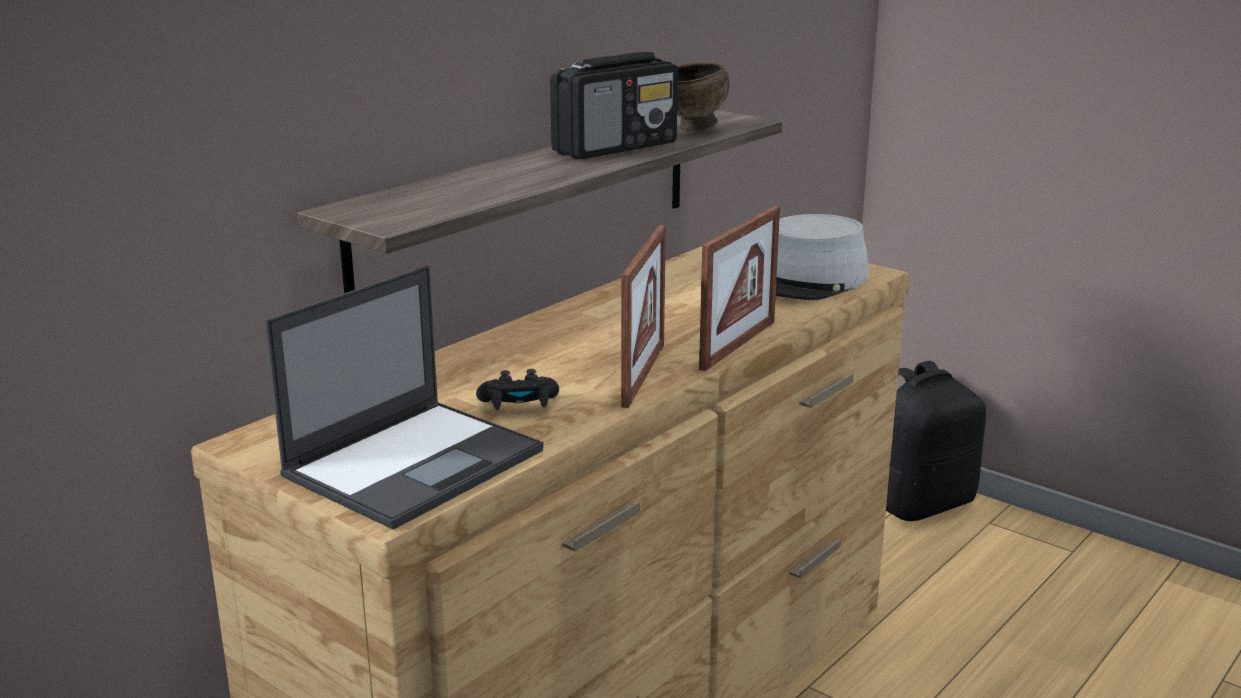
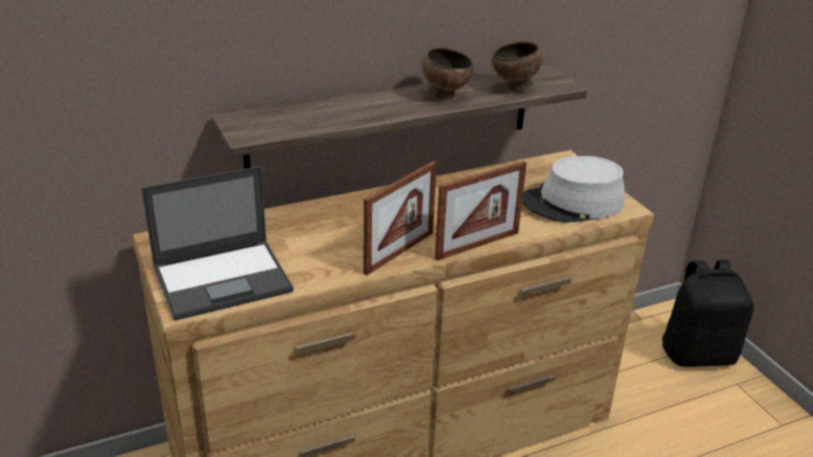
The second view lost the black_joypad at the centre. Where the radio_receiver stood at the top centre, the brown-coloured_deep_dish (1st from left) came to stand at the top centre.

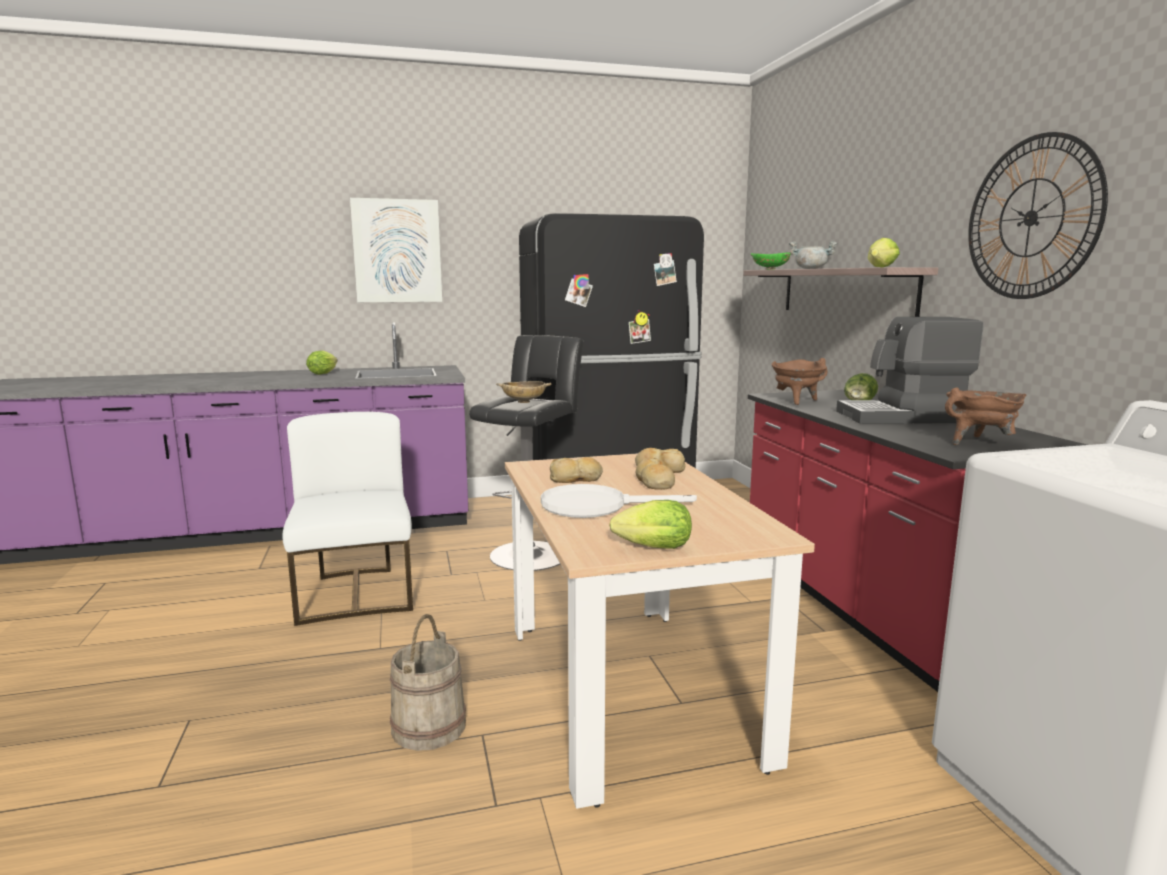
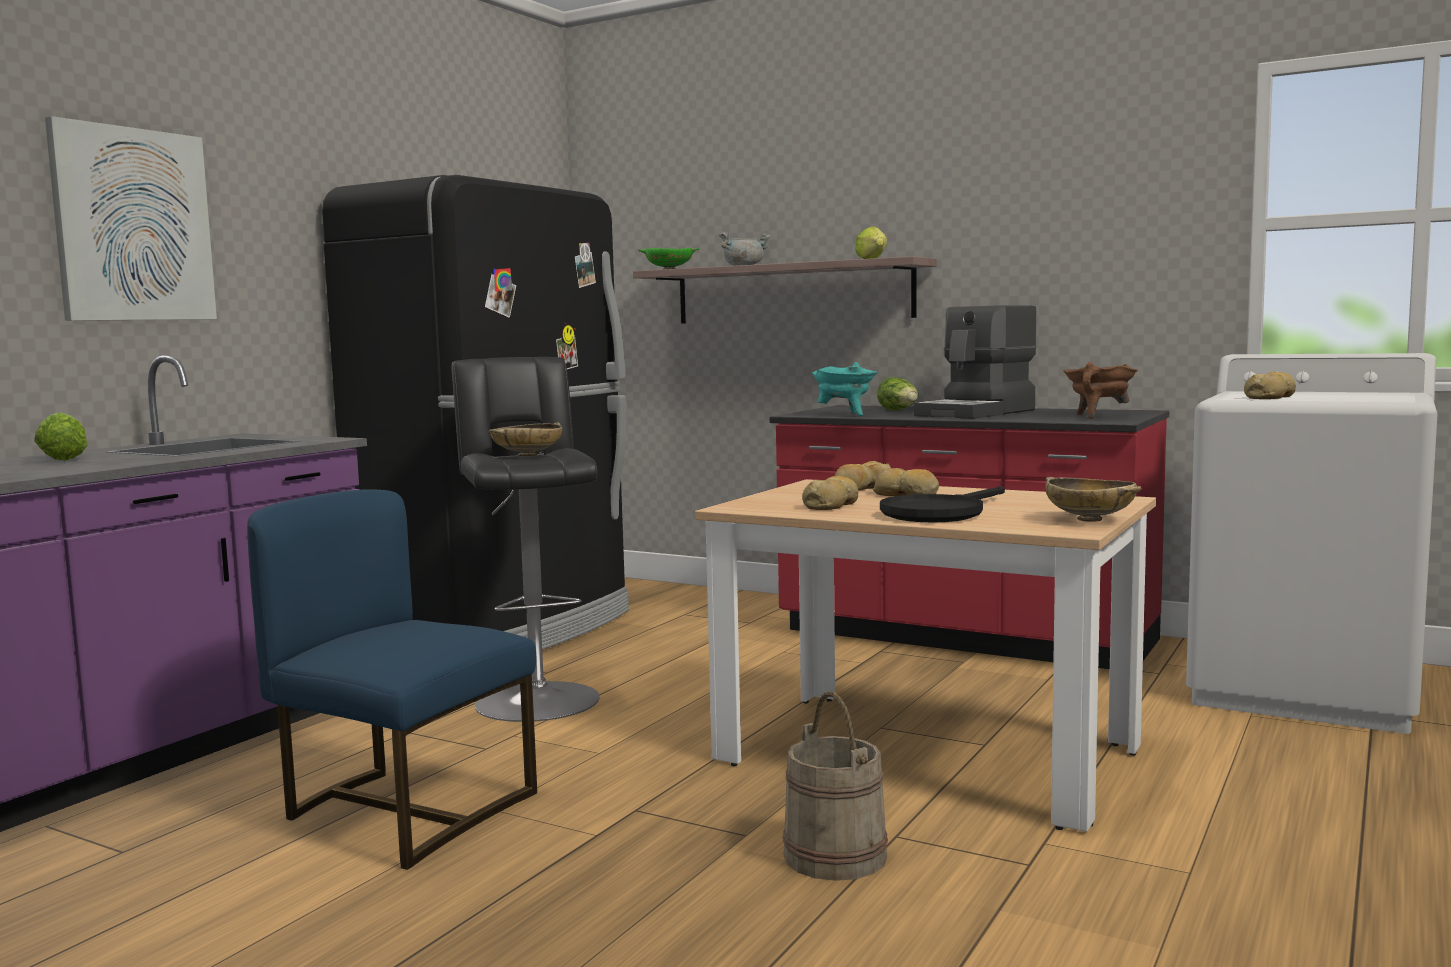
The second view lost the hanging_clock at the top right. The second view gained the baked_bread (4th from left) at the middle right. Where the lettuce (2nd from left) stood at the centre, the beige_deep_dish (2nd from left) came to stand at the middle right. What was the whitish_plain_chair at the middle left turned into the blue_plain_chair at the bottom left. What was the whitish_pan at the centre turned into the black_pan at the centre. What was the brown-coloured_saucepot (1st from left) at the middle right turned into the turquoise-coloured_saucepot at the centre.

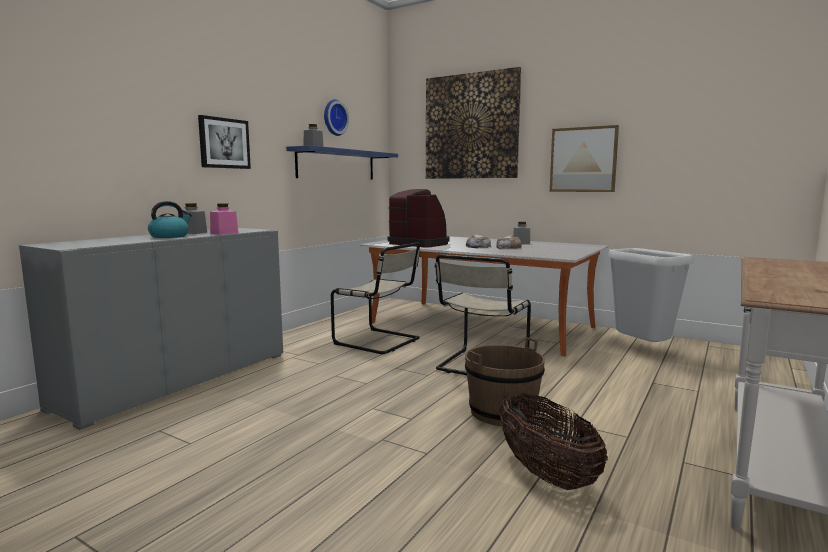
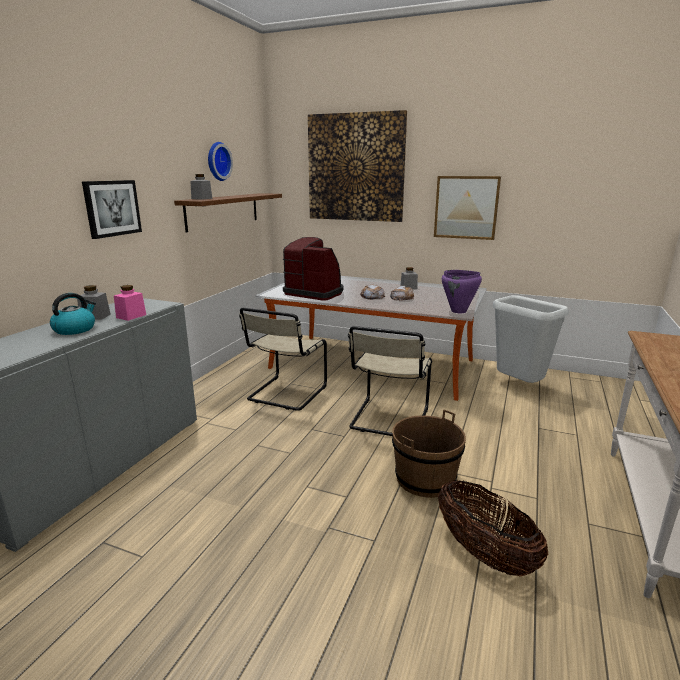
The second view gained the purplish_saucepot at the middle right. What was the blue_wall_shelf at the top centre turned into the brown-coloured_wall_shelf at the top centre. The beige_plain_chair (1st from left) at the centre ended up facing another way, 90 degrees clockwise from before.

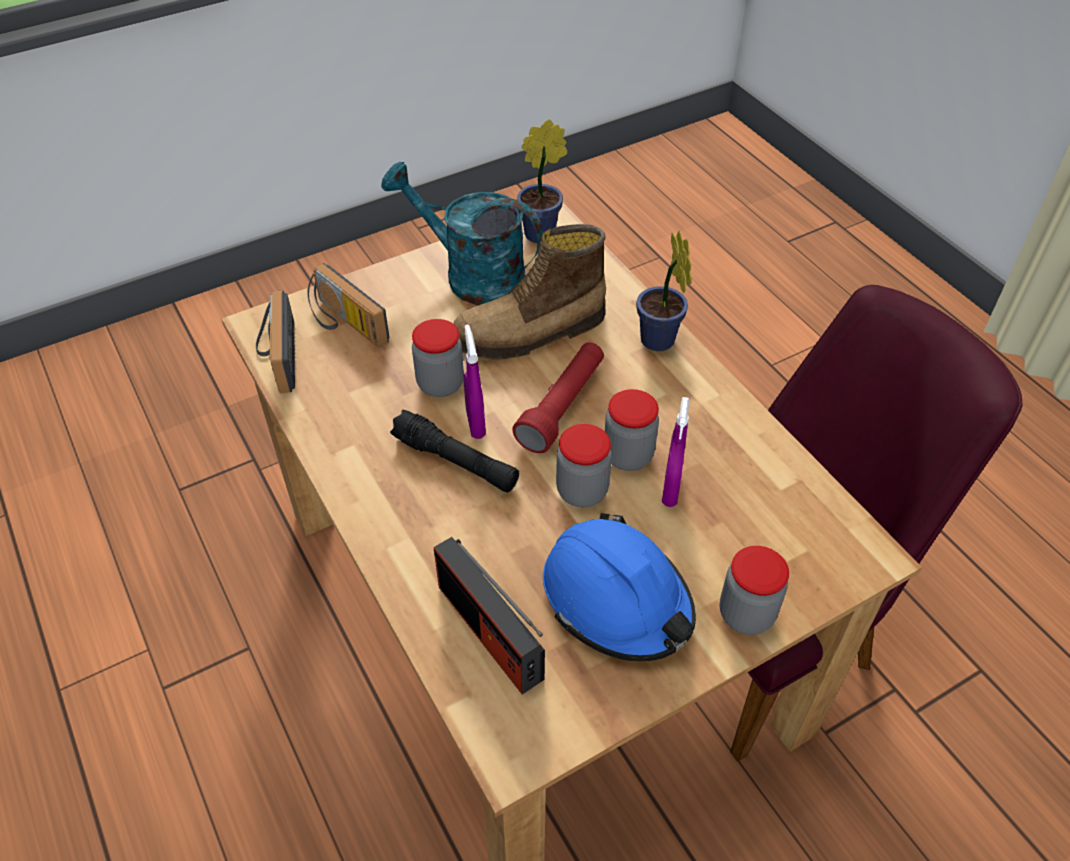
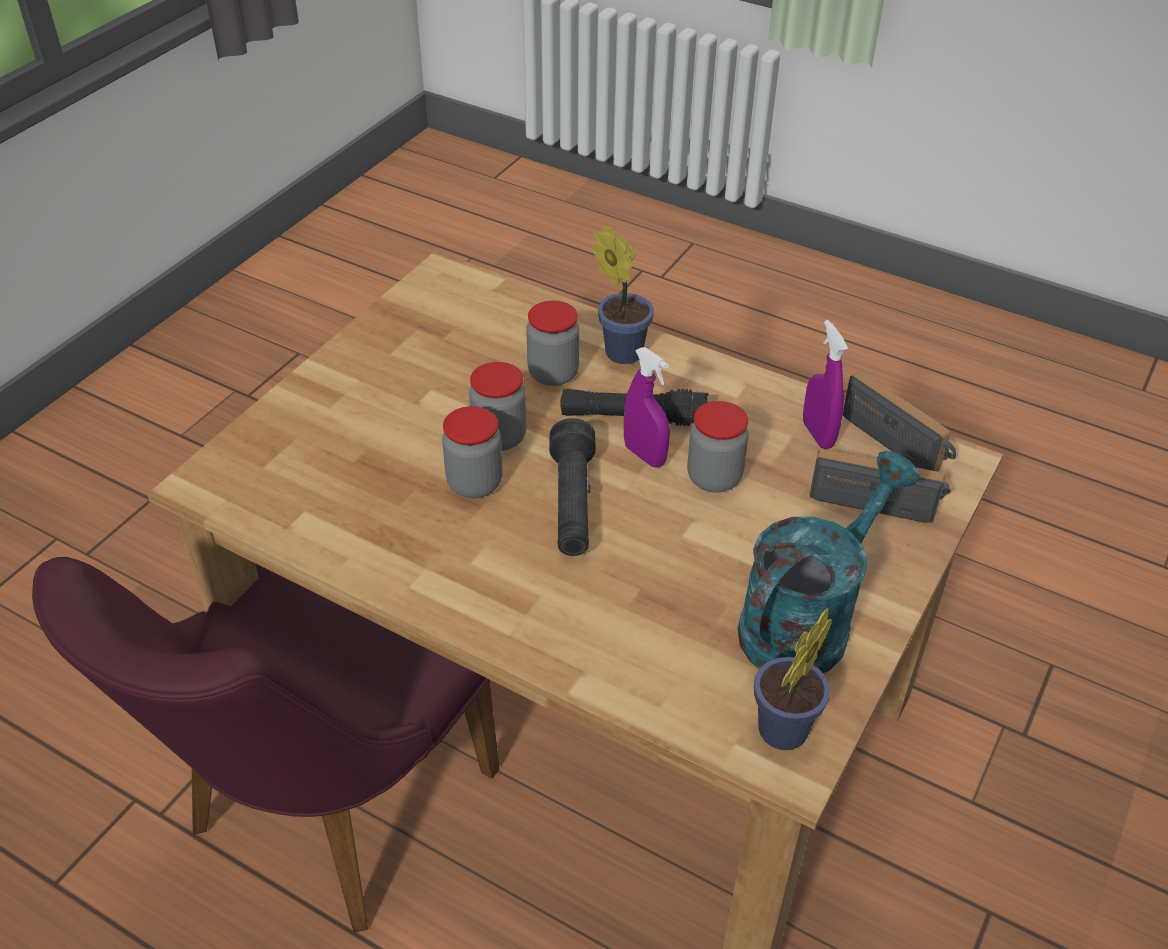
The second view lost the radio_receiver (3rd from left) at the bottom centre. The second view lost the high-top_boot at the centre. The second view lost the blue_hard_hat at the bottom centre. The potted_plant (2nd from left in the first image) ended up elsewhere, having gone from the centre to the top centre. The purplish_spray_bottle (2nd from left) ended up elsewhere, having gone from the centre to the middle right. The jar (4th from left in the first image) ended up elsewhere, having gone from the bottom right to the centre. What was the reddish_flashlight at the centre turned into the black_flashlight (1st from left) at the centre. The turquoise-coloured_sprinkling_can at the top centre ended up facing another way, 45 degrees counterclockwise from before.

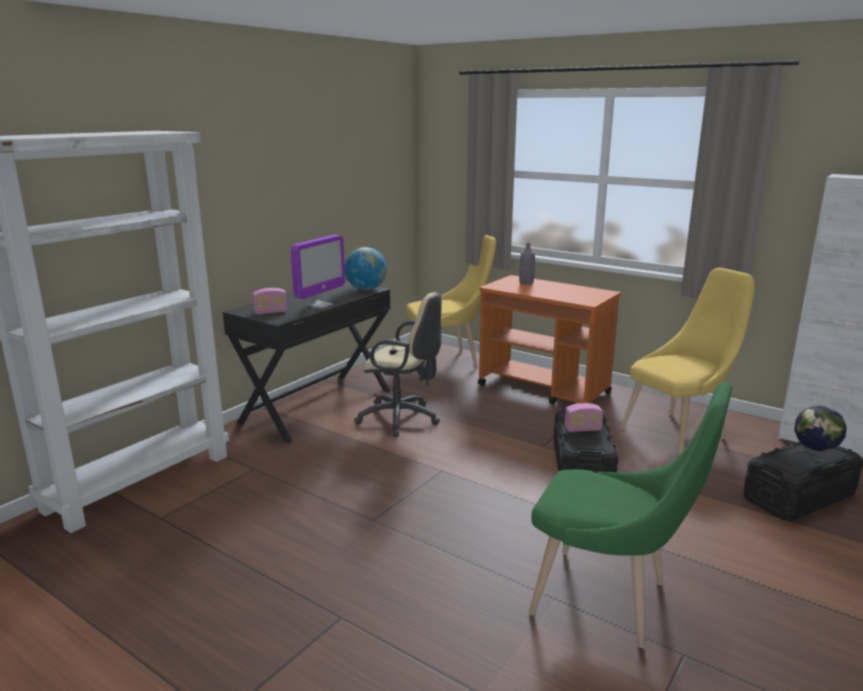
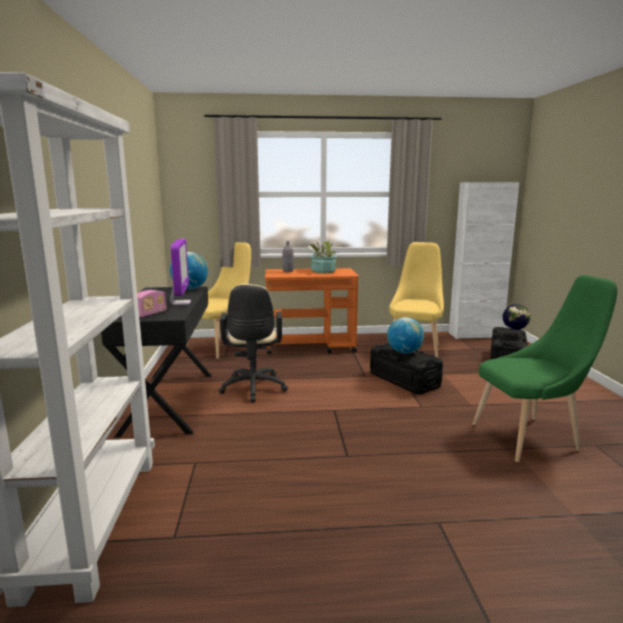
The second view gained the potted_plant at the centre. Where the radio_receiver (2nd from left) stood at the middle right, the globe (2nd from left) came to stand at the centre. The beige_desk_chair at the centre ended up facing another way, 105 degrees clockwise from before.

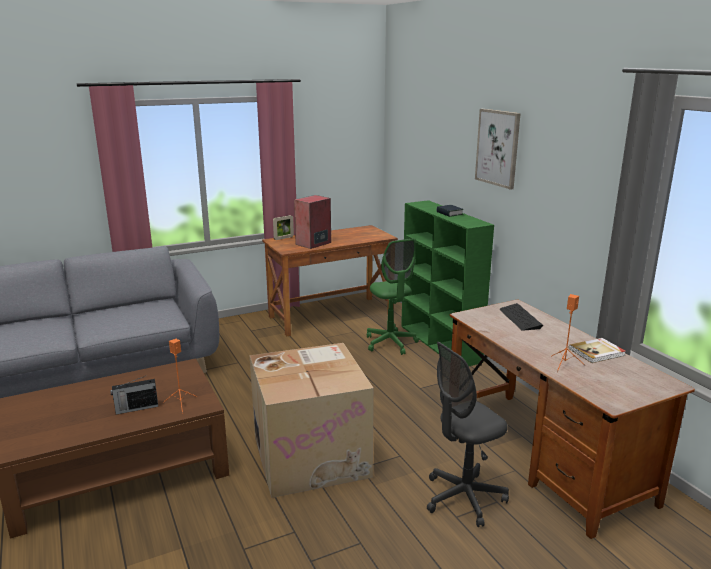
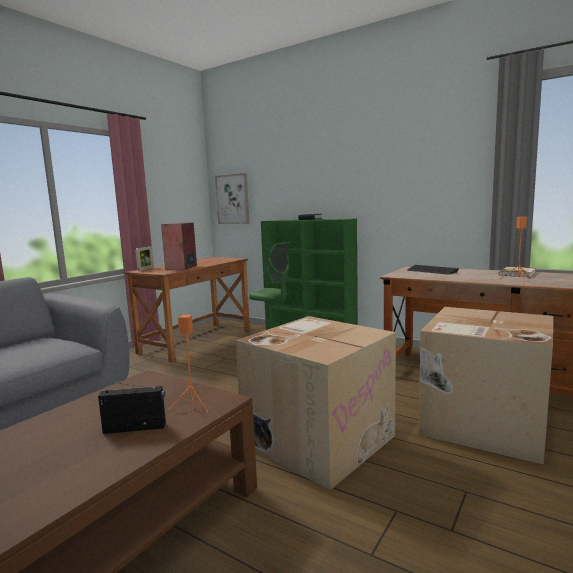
The picture ended up elsewhere, having gone from the top right to the centre. Where the gray_desk_chair stood at the bottom centre, the packing_box (2nd from left) came to stand at the bottom right. The radio_receiver at the bottom left ended up facing another way, 135 degrees counterclockwise from before.

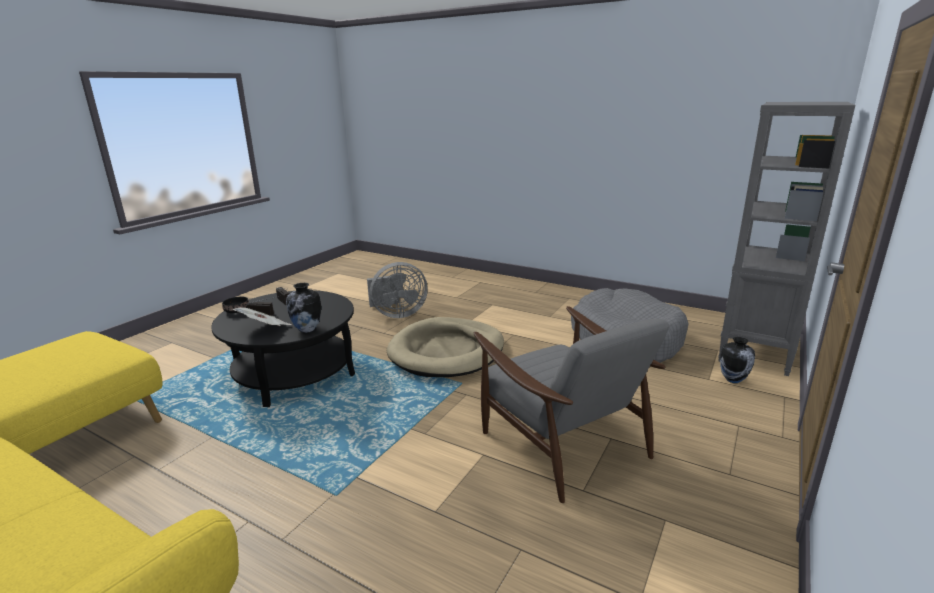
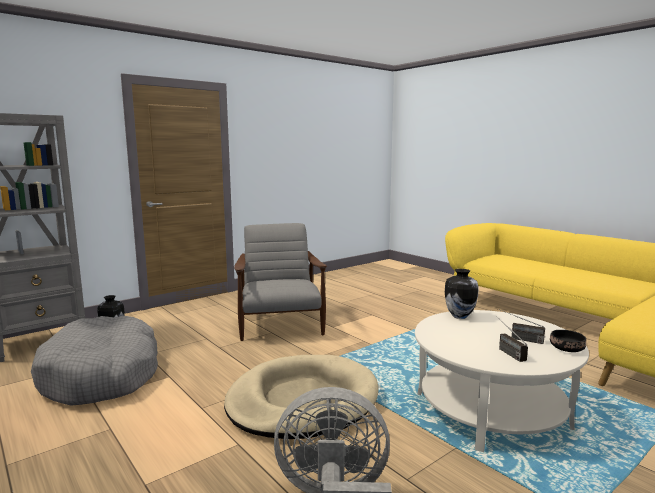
The second view lost the daily_paper at the middle left. What was the black_lounge_table at the middle left turned into the whitish_lounge_table at the bottom right.

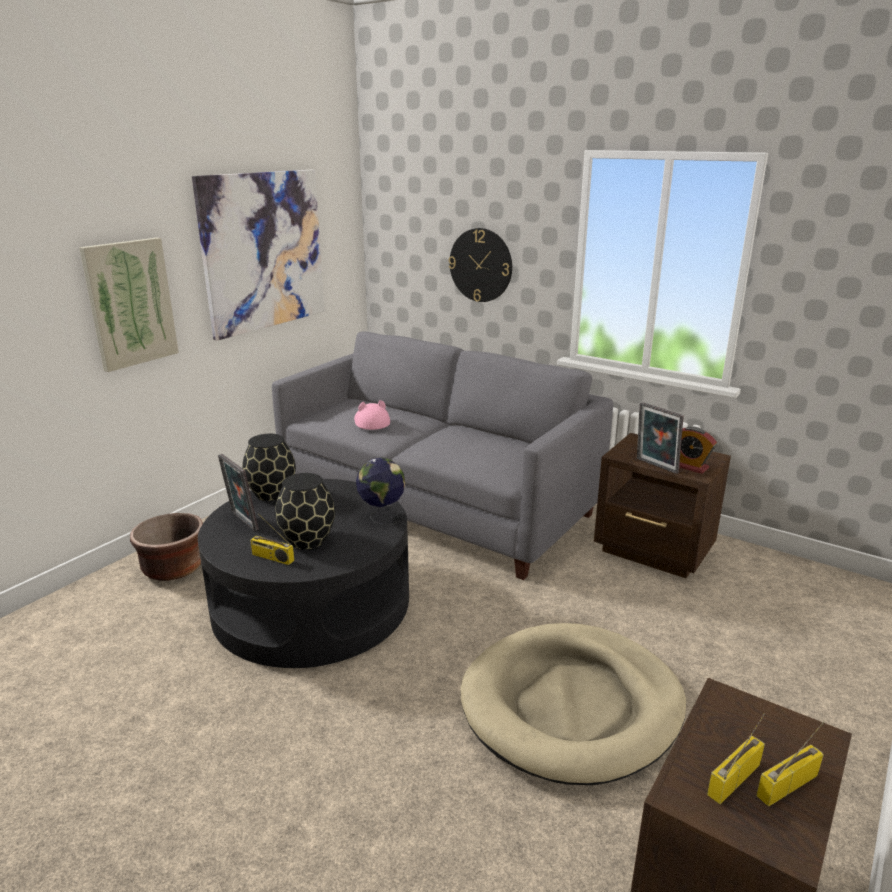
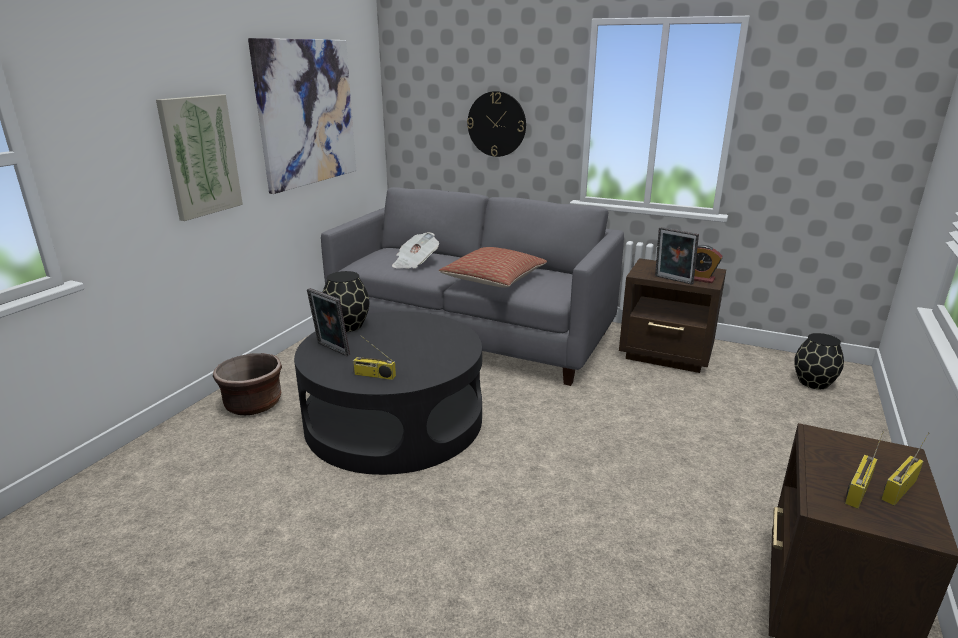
The second view lost the globe at the centre. The second view lost the beige_pet_bed at the bottom centre. The second view gained the cushion at the centre. The black_vase (2nd from left) ended up elsewhere, having gone from the centre to the middle right. Where the pinkish_wearable_hat stood at the centre, the daily_paper came to stand at the centre.

